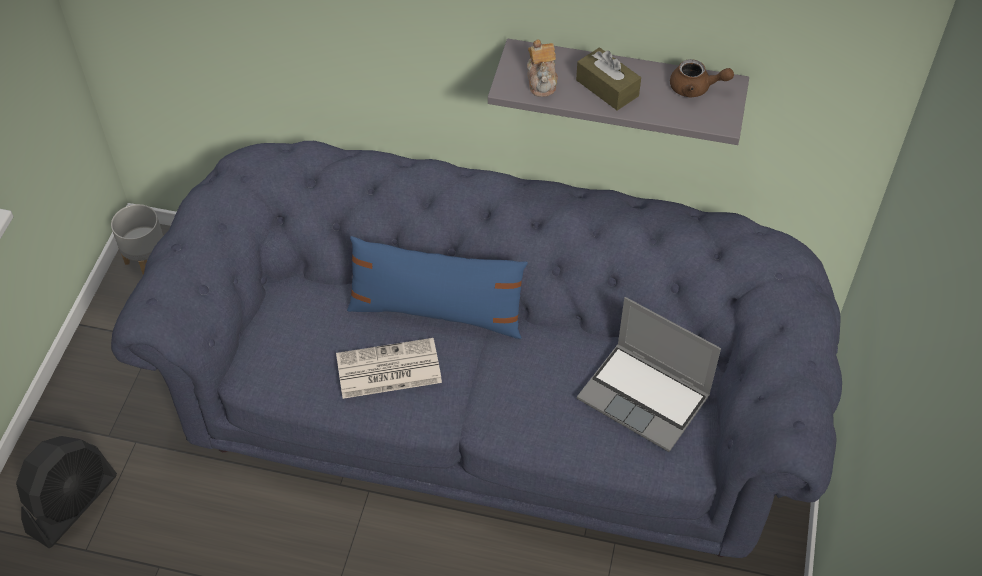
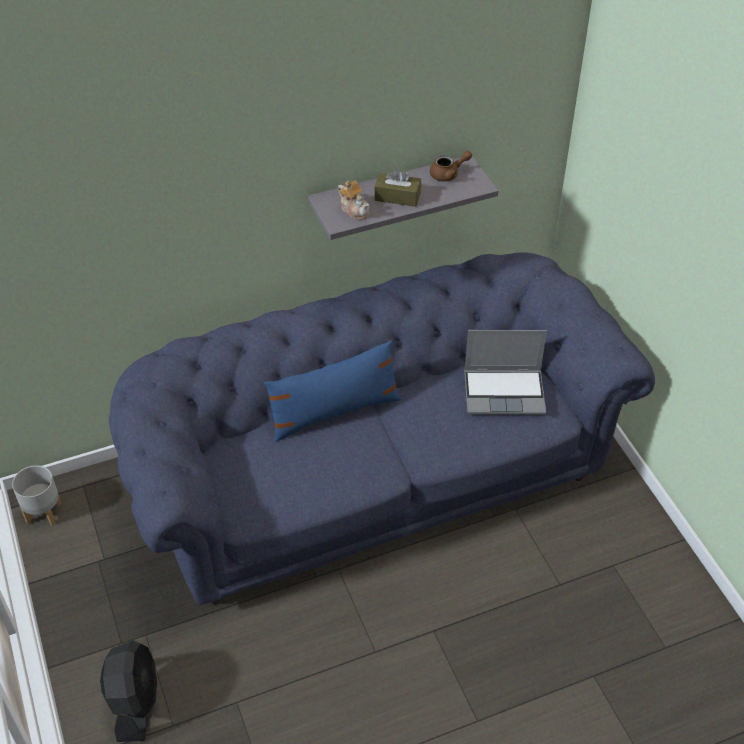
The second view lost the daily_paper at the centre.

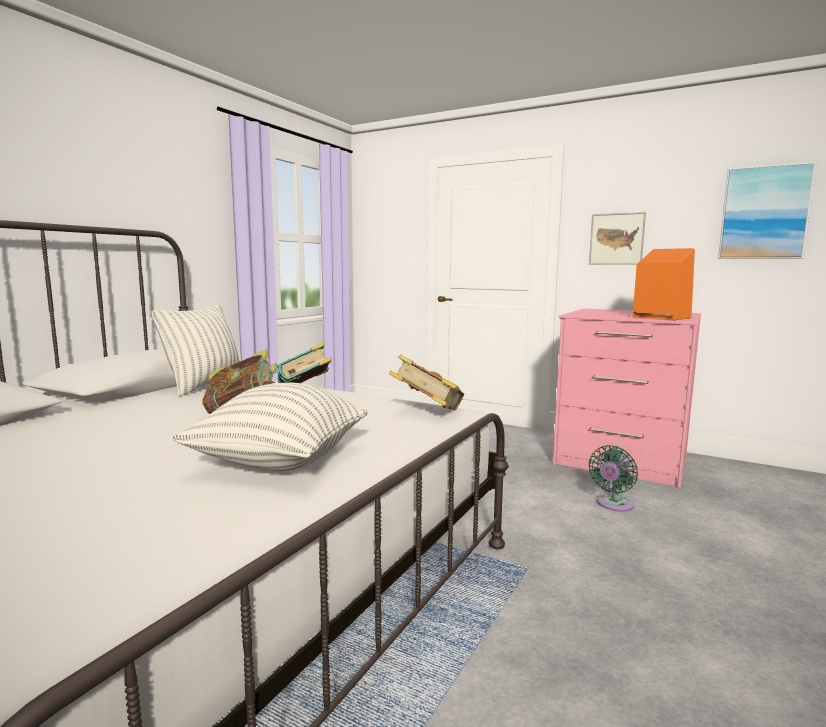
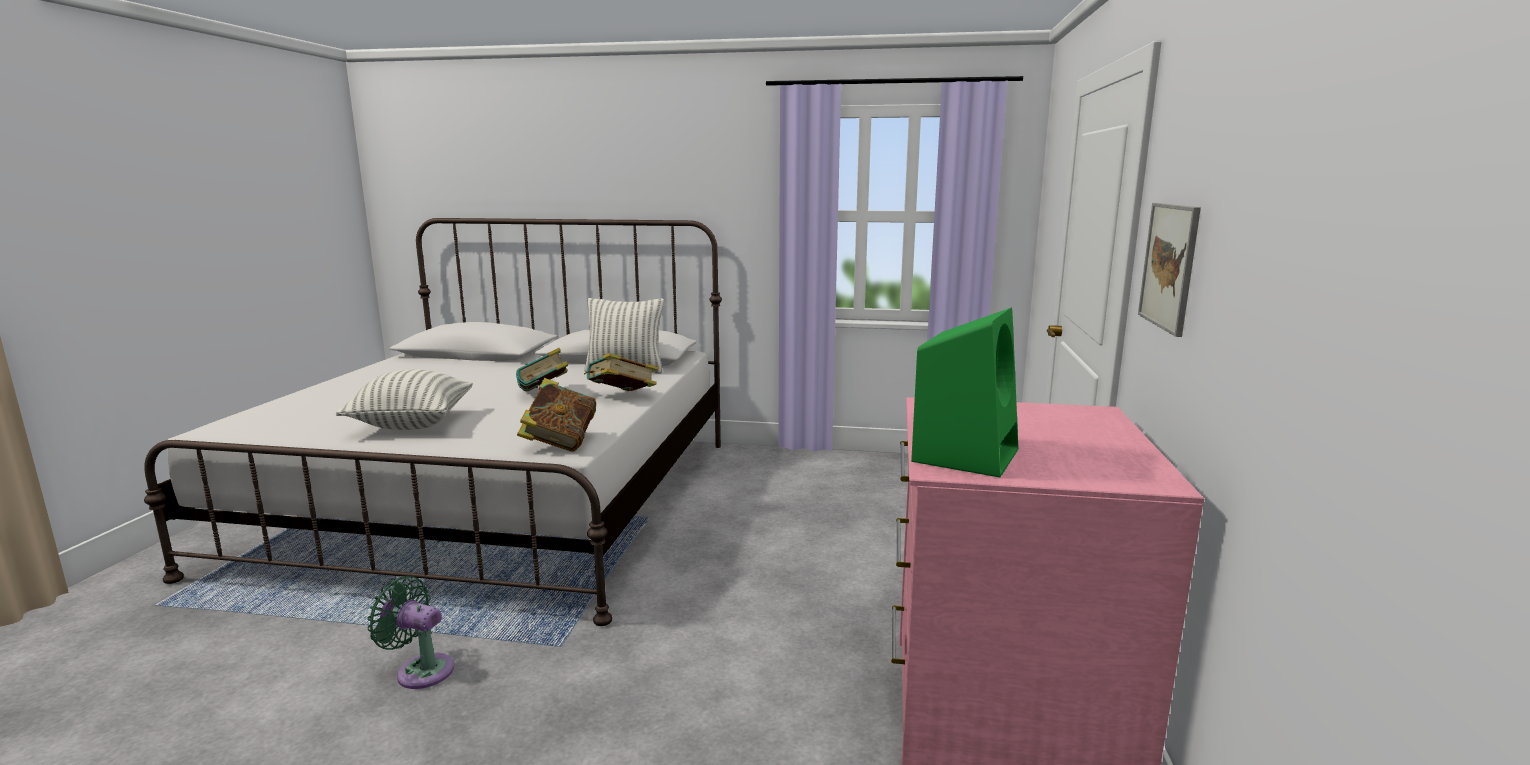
The second view lost the picture (2nd from left) at the top right. The green_fan ended up elsewhere, having gone from the middle right to the bottom left. What was the orange_audio_speaker at the middle right turned into the green_audio_speaker at the centre.

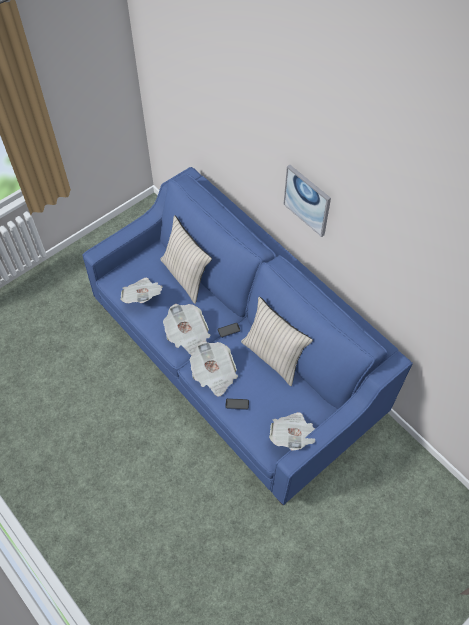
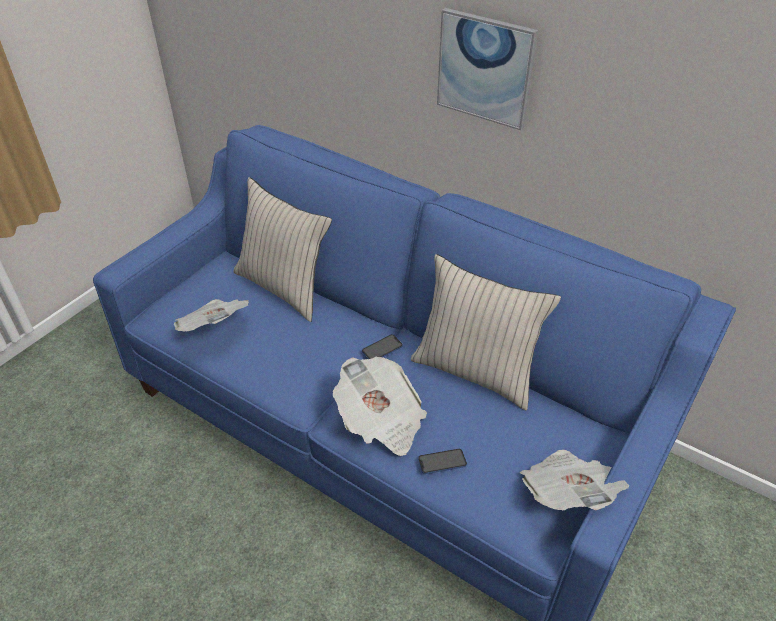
The second view lost the daily_paper (2nd from left) at the centre.

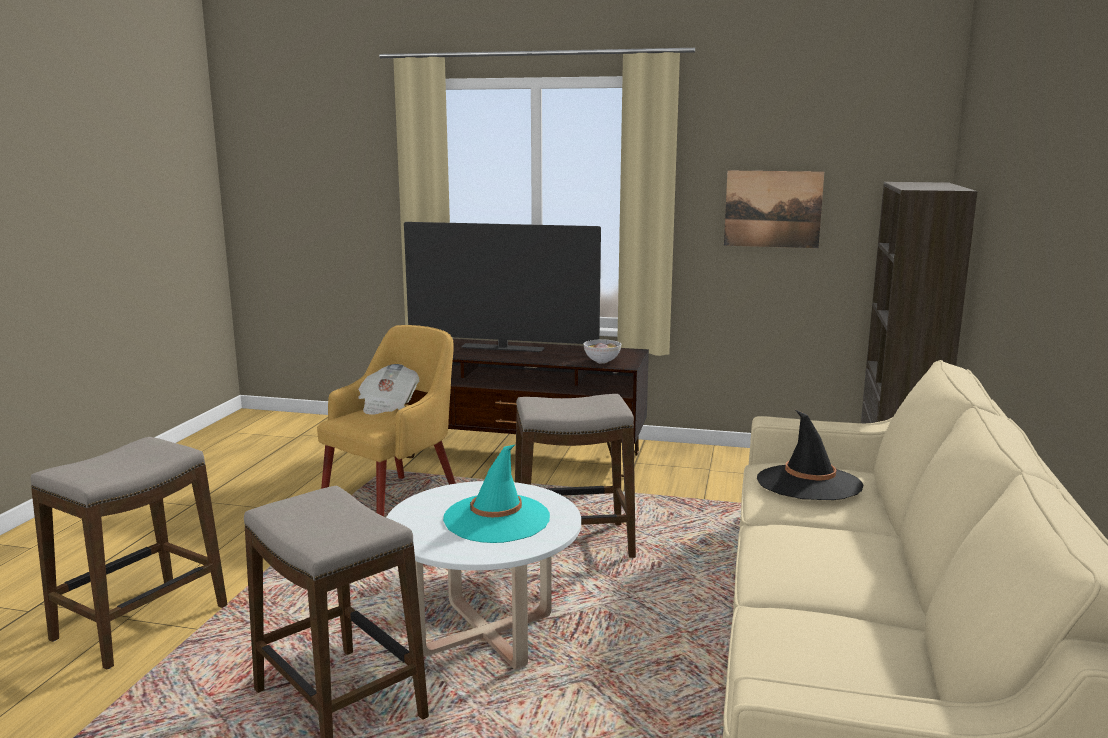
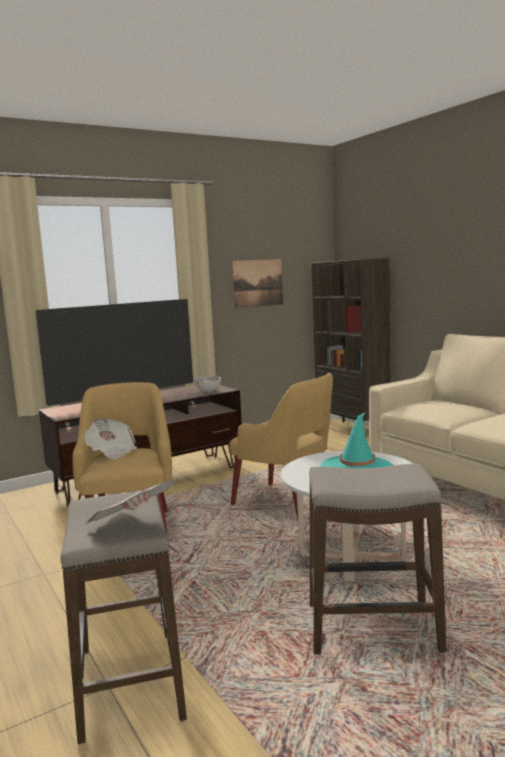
The second view lost the black_wearable_hat at the middle right. The second view gained the daily_paper (2nd from left) at the middle left. Where the stool (3rd from left) stood at the centre, the yellow-coloured_armchair (2nd from left) came to stand at the centre.

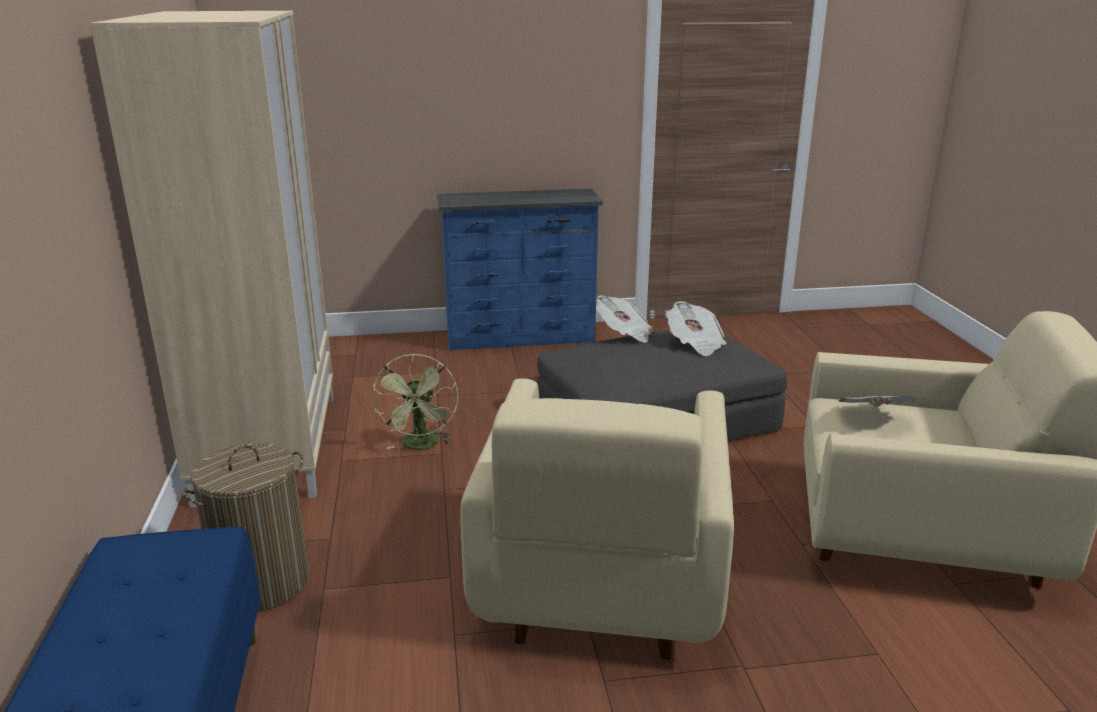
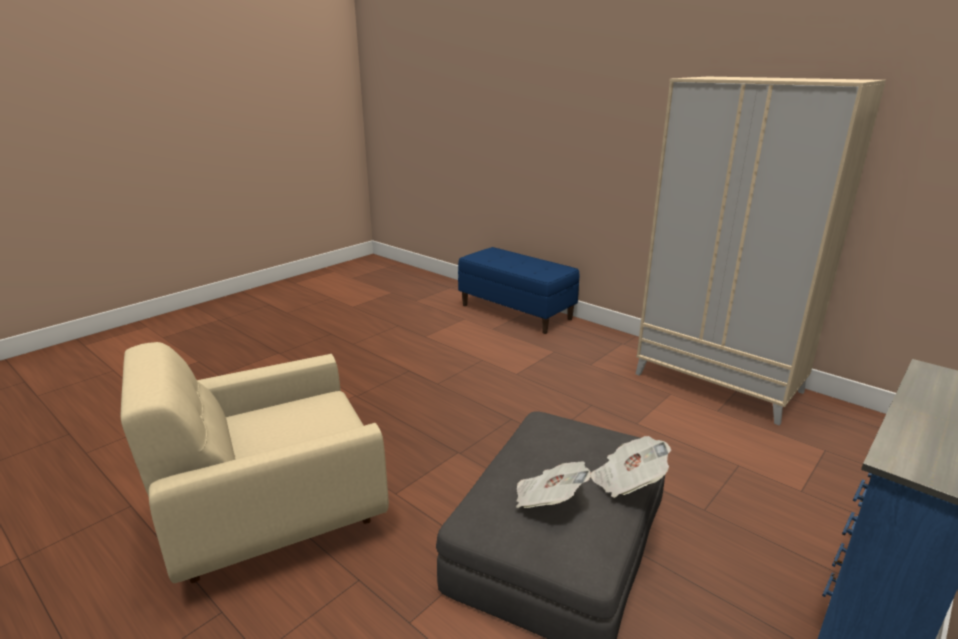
The second view lost the laundry_basket at the bottom left. The second view lost the green_fan at the centre. The second view lost the beige_armchair (1st from left) at the bottom centre. The second view lost the daily_paper (3rd from left) at the middle right.

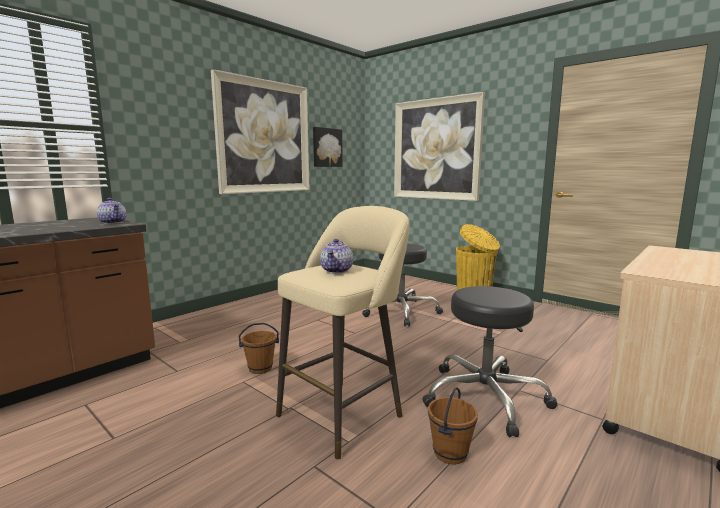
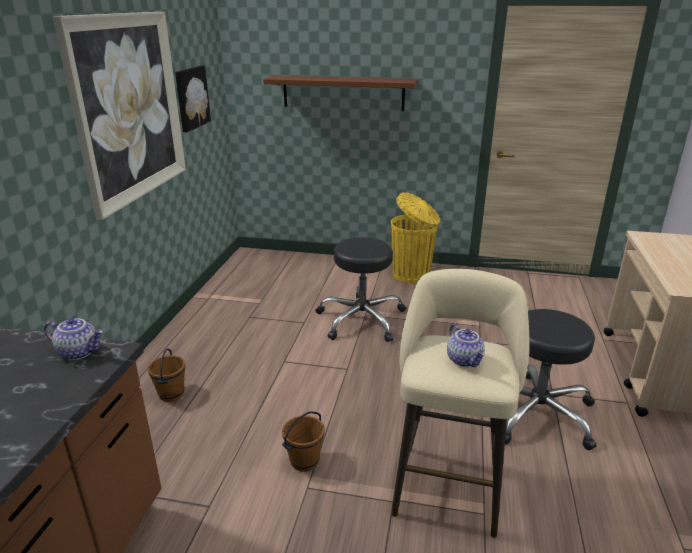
The brown-coloured_water_bucket (2nd from left in the first image) ended up elsewhere, having gone from the bottom centre to the bottom left. Where the picture (3rd from left) hung at the top centre, the brown-coloured_wall_shelf came to hang at the top centre.

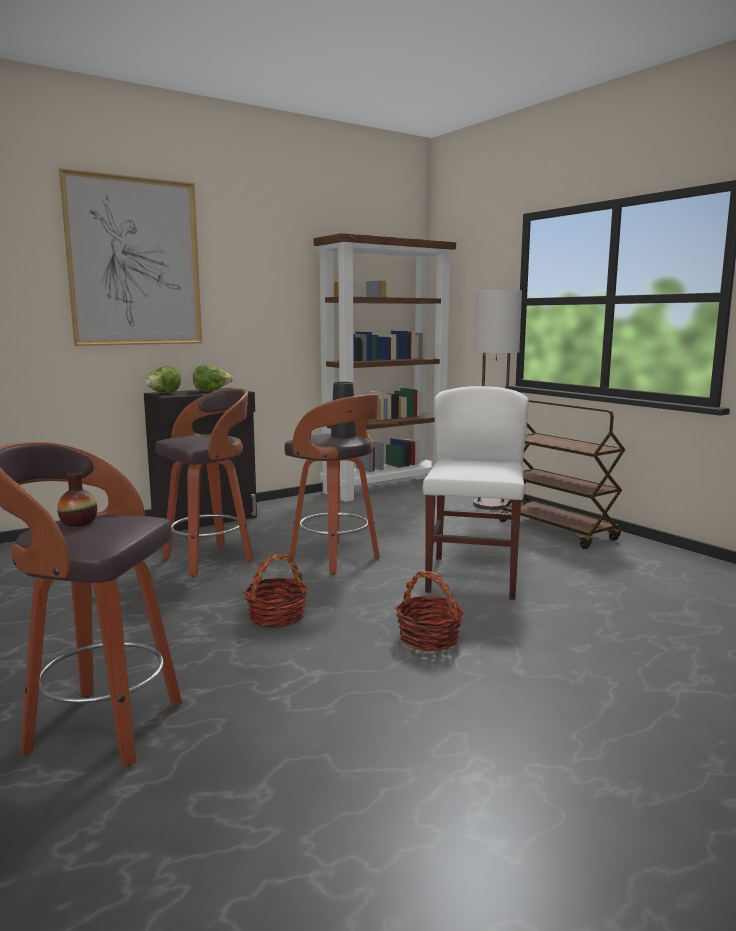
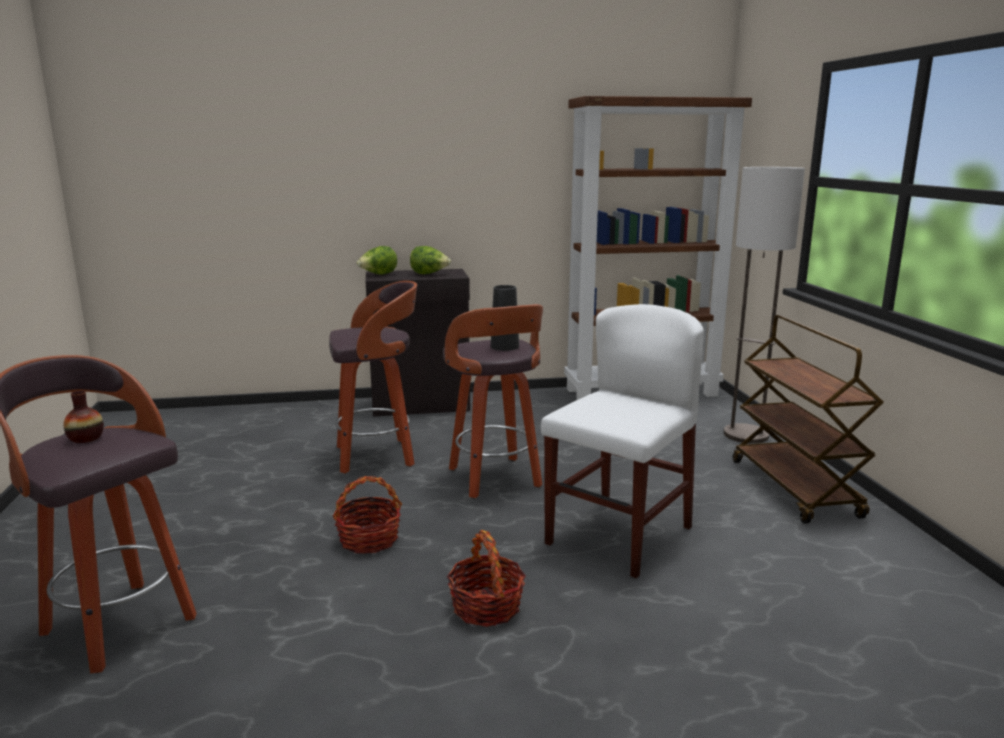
The second view lost the picture at the top left.

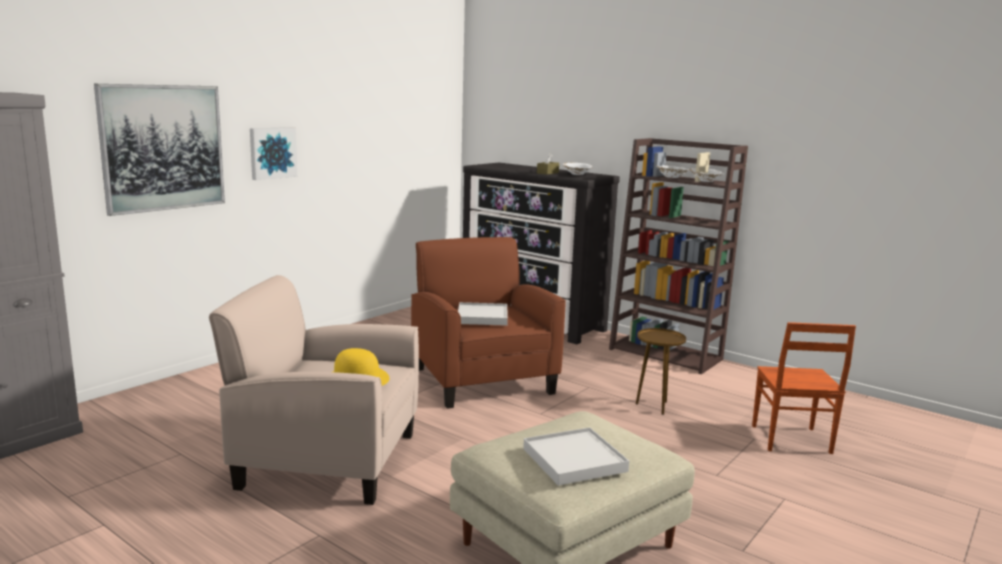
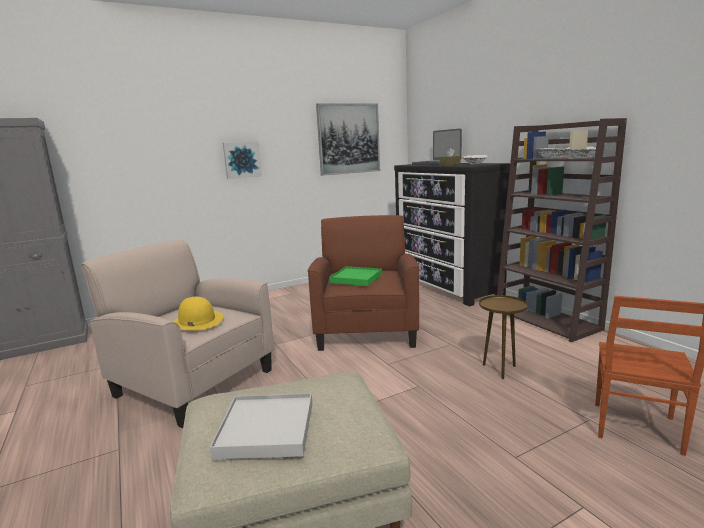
The second view gained the laptop at the top centre. The picture (1st from left in the first image) ended up elsewhere, having gone from the top left to the top centre. What was the whitish_serving_tray (1st from left) at the centre turned into the green_serving_tray at the centre.

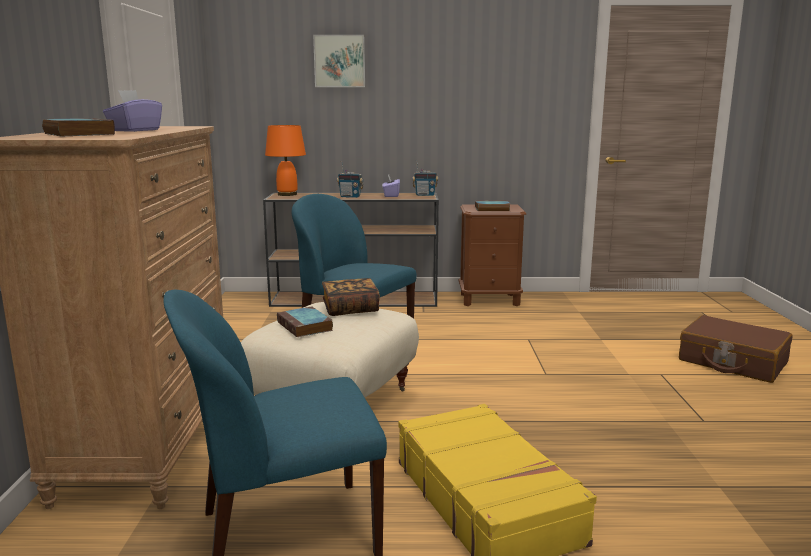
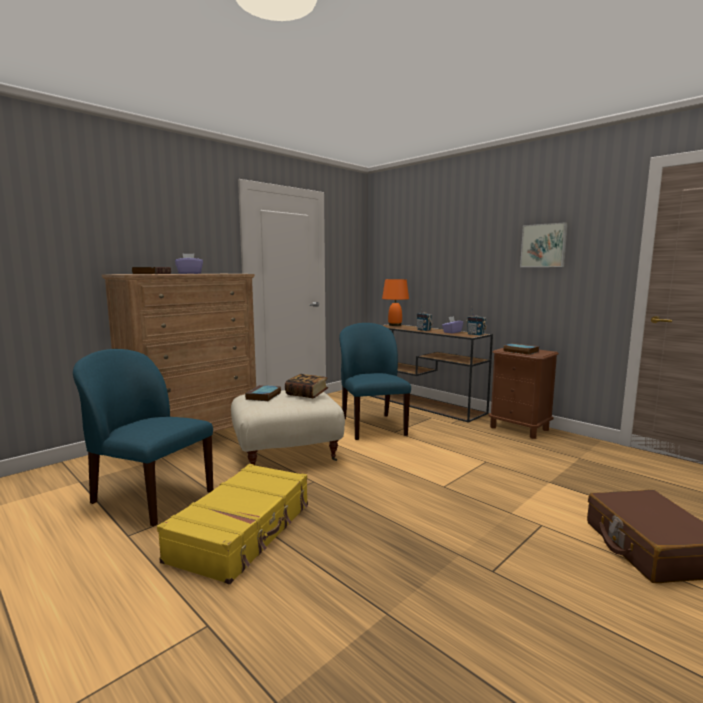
The picture ended up elsewhere, having gone from the top centre to the middle right.

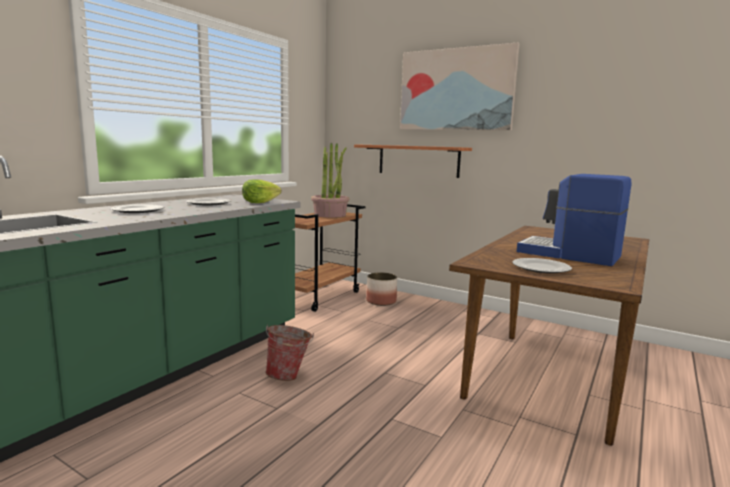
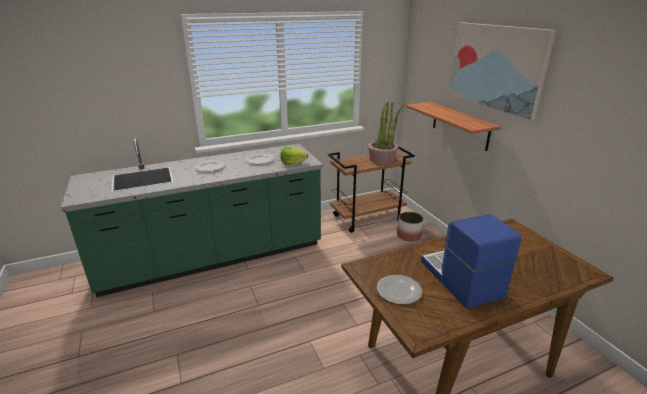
The second view lost the water_bucket at the bottom centre.

